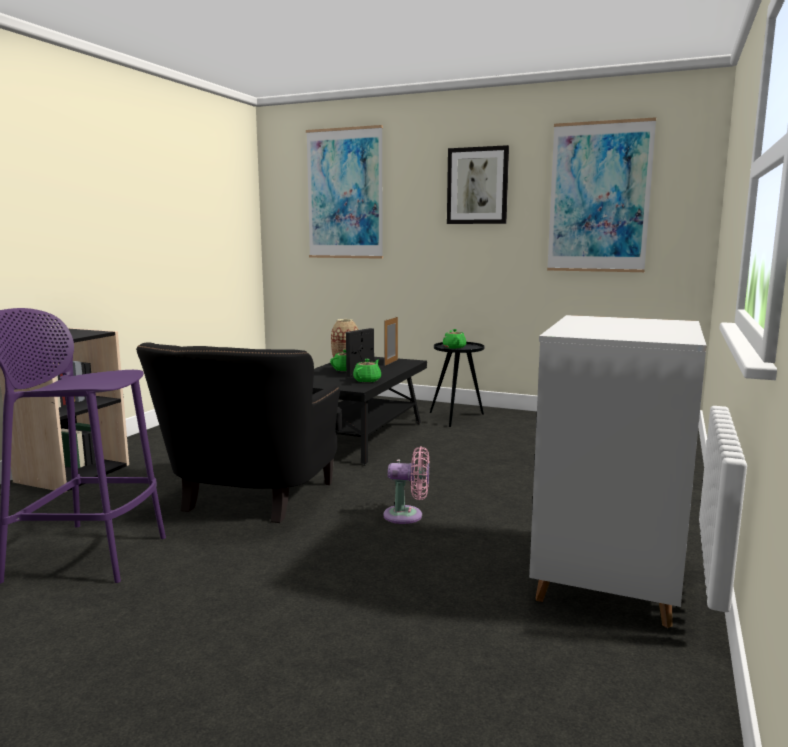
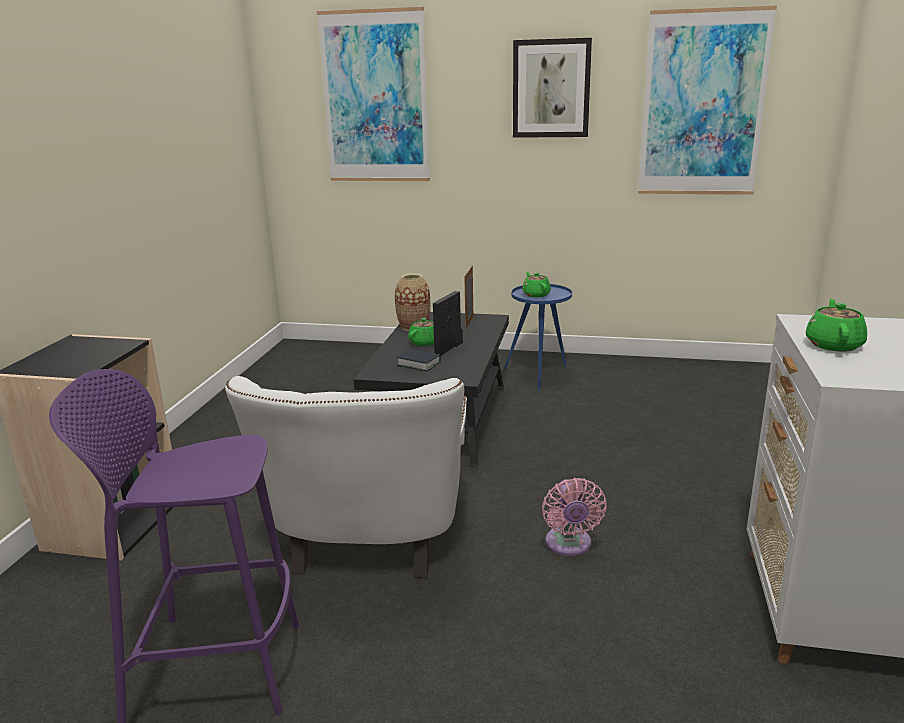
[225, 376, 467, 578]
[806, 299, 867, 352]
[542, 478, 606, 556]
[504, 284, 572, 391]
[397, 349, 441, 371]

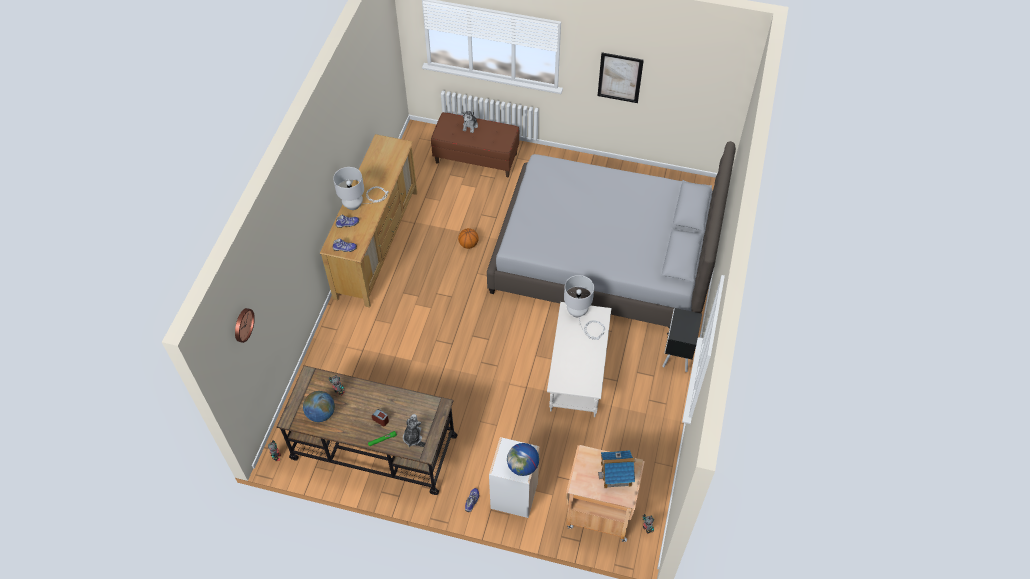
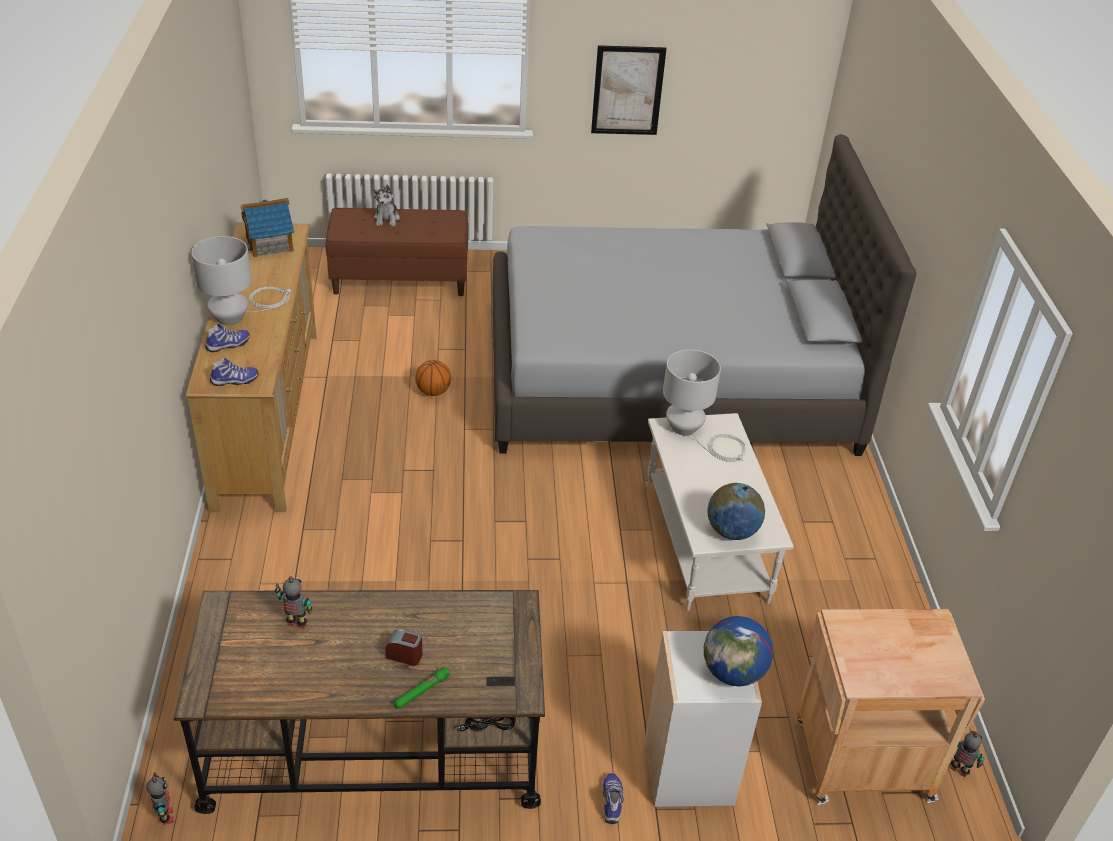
[235, 308, 255, 343] (first image)
[708, 483, 765, 540]
[403, 414, 422, 447] (first image)
[241, 198, 294, 257]
[662, 308, 702, 373] (first image)

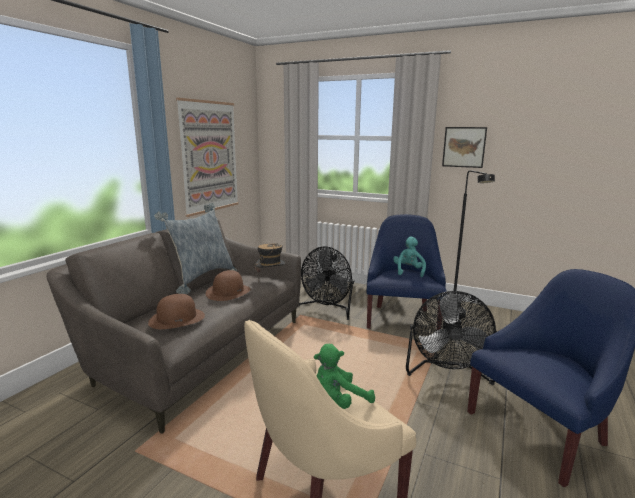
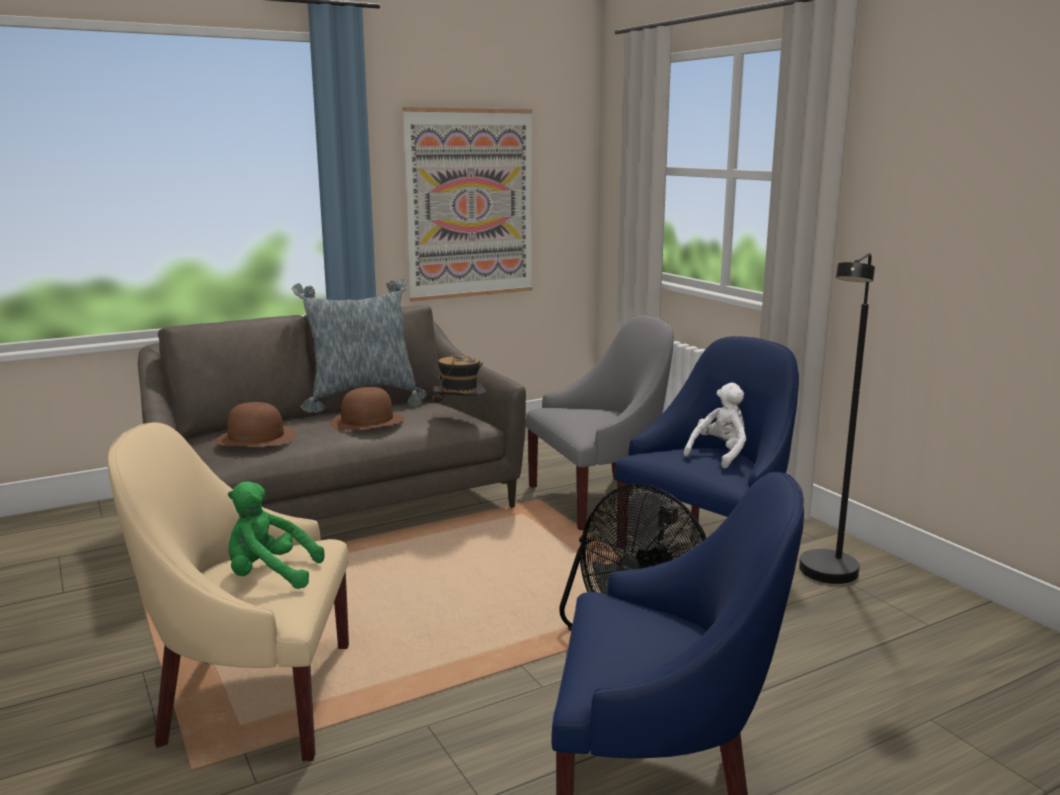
[525, 315, 674, 530]
[684, 383, 746, 469]
[442, 127, 487, 168] (first image)

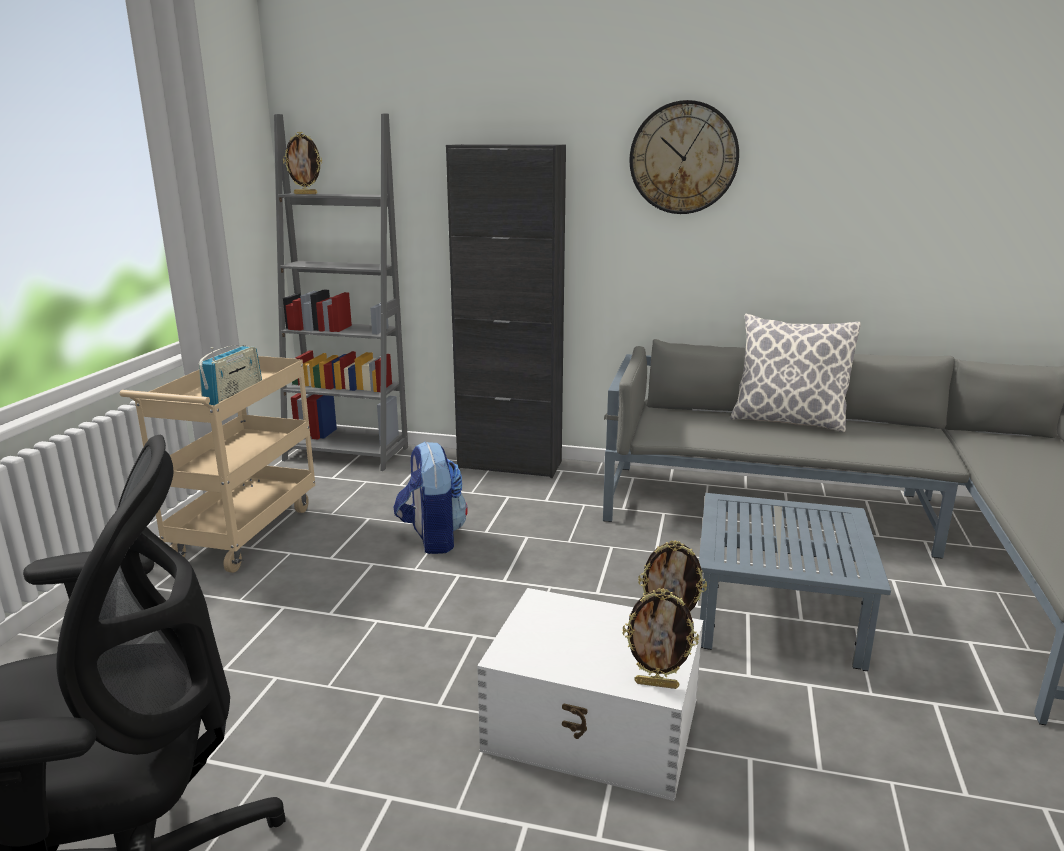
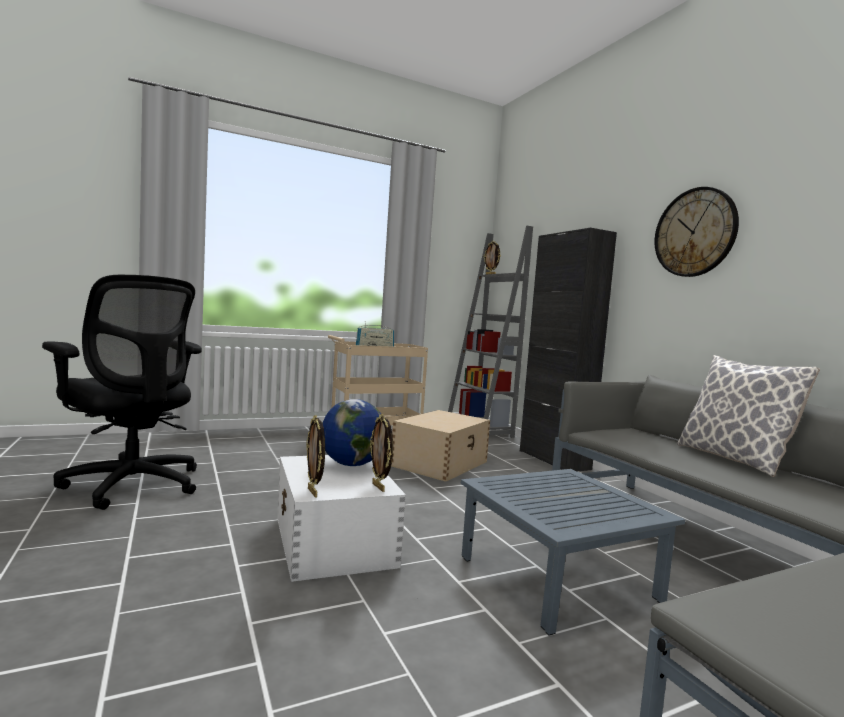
[391, 410, 490, 482]
[322, 399, 381, 466]

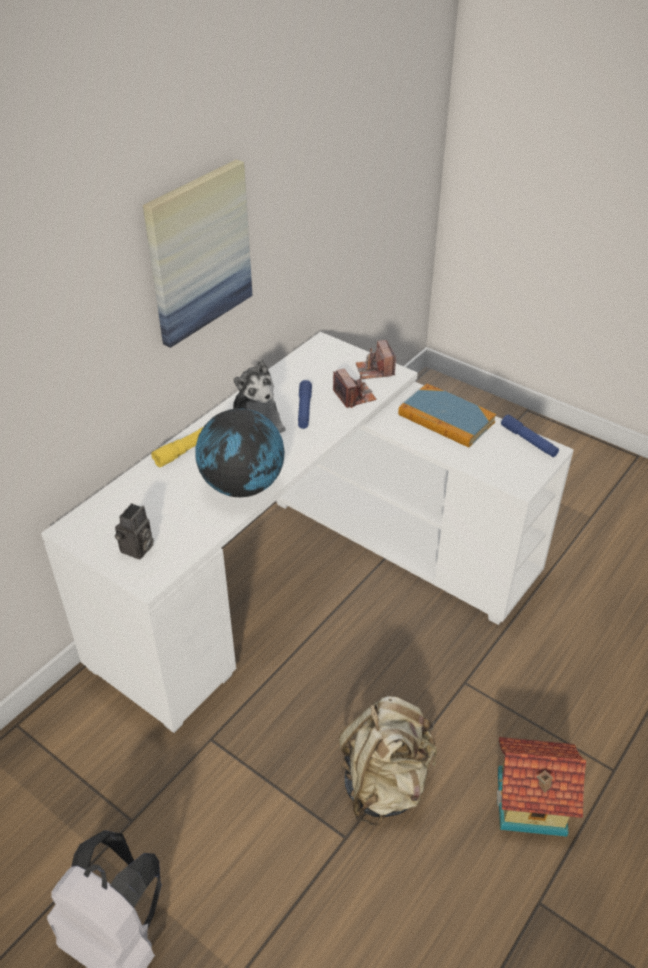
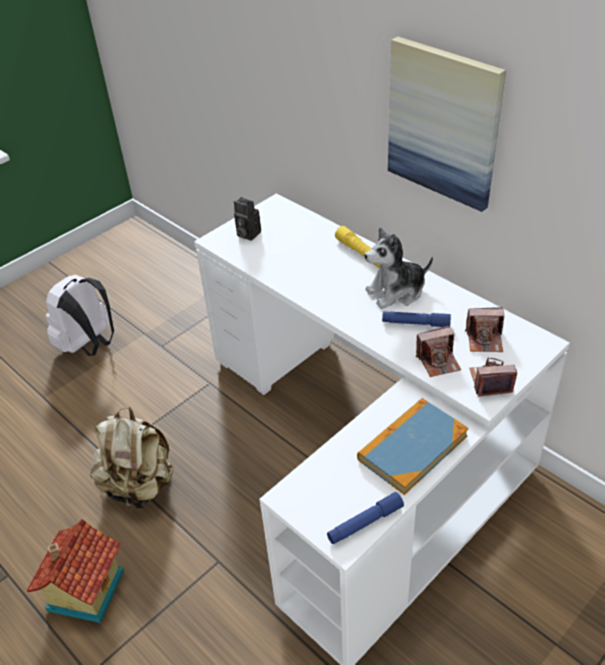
[195, 408, 285, 497] (first image)
[465, 307, 504, 352]

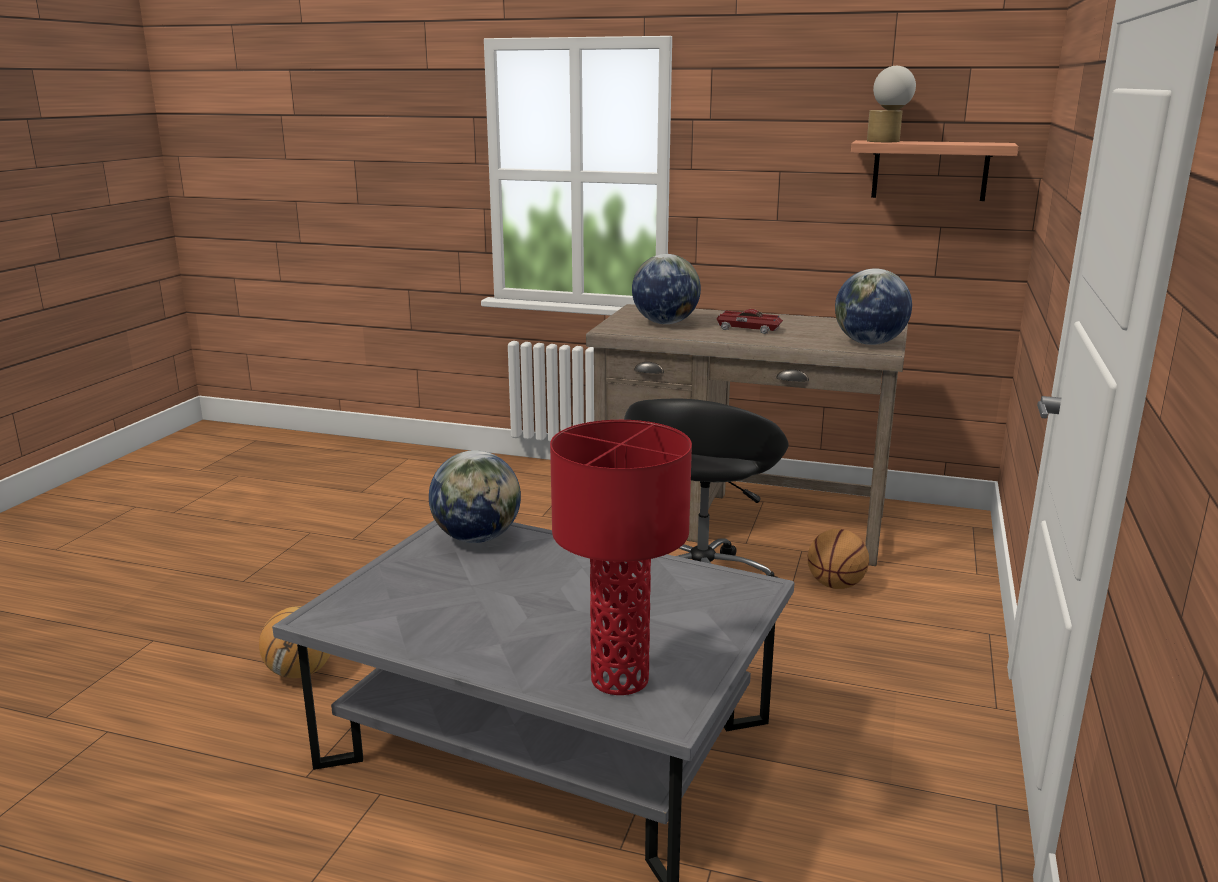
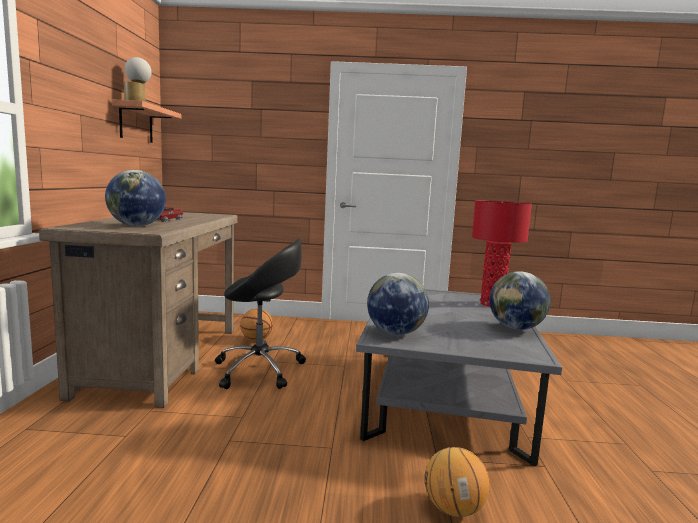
[489, 271, 551, 330]

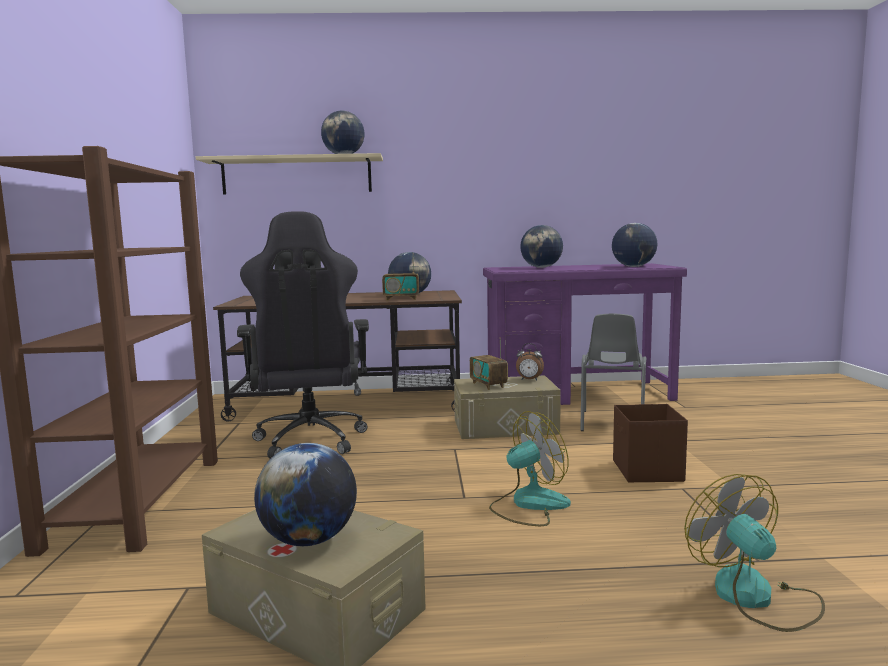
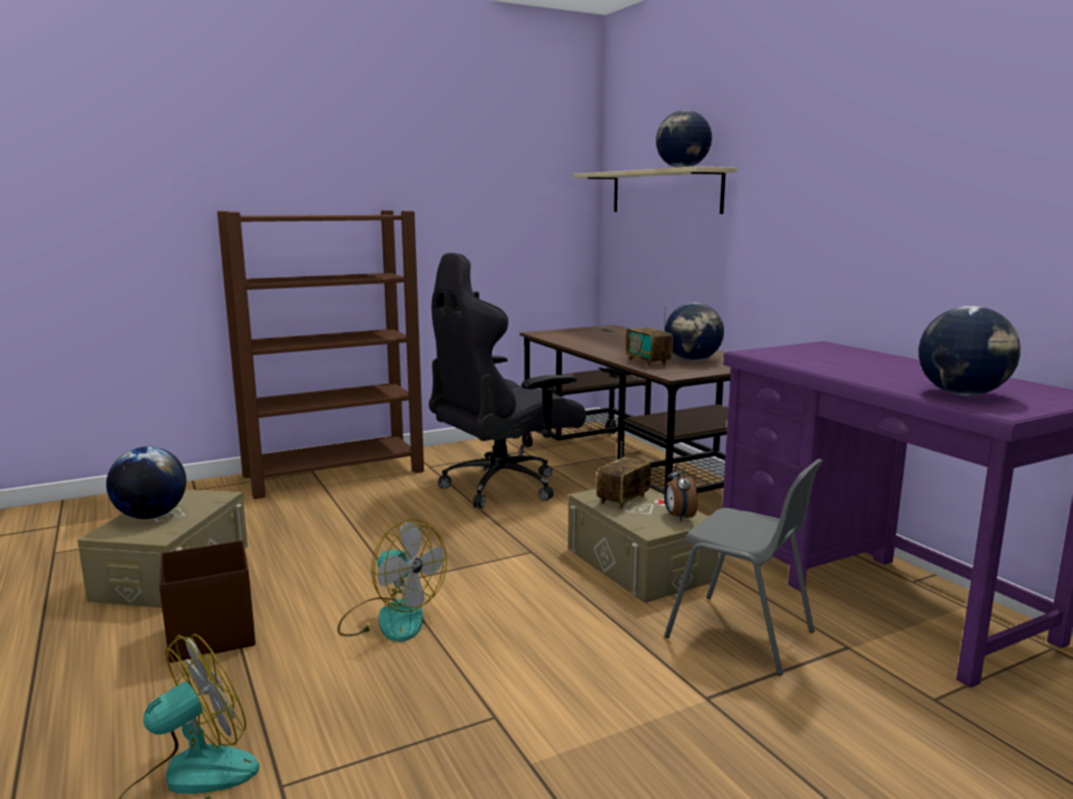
[520, 225, 563, 268] (first image)
[664, 459, 823, 675]
[159, 540, 255, 663]

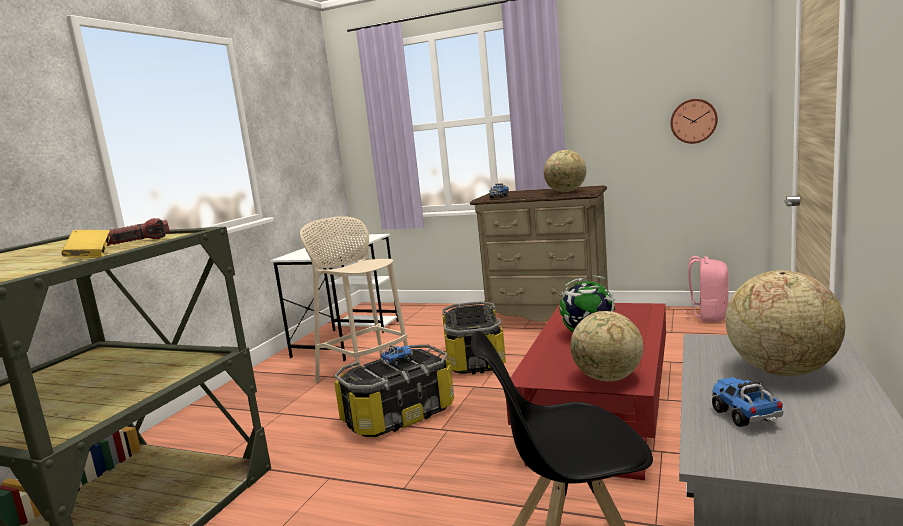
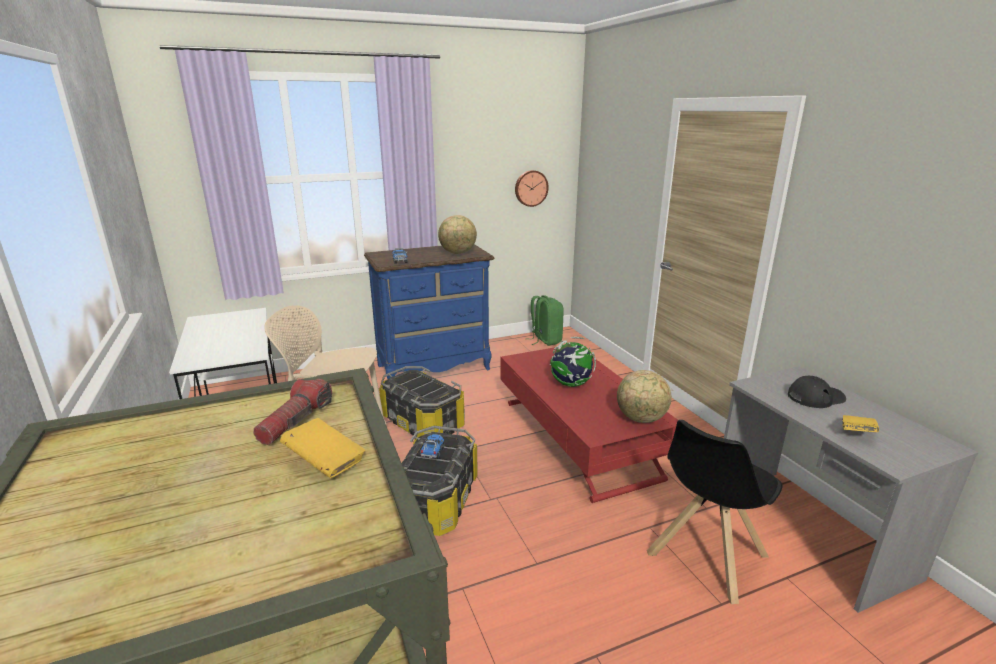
[364, 244, 494, 379]
[531, 295, 564, 346]
[842, 415, 879, 432]
[788, 376, 846, 408]

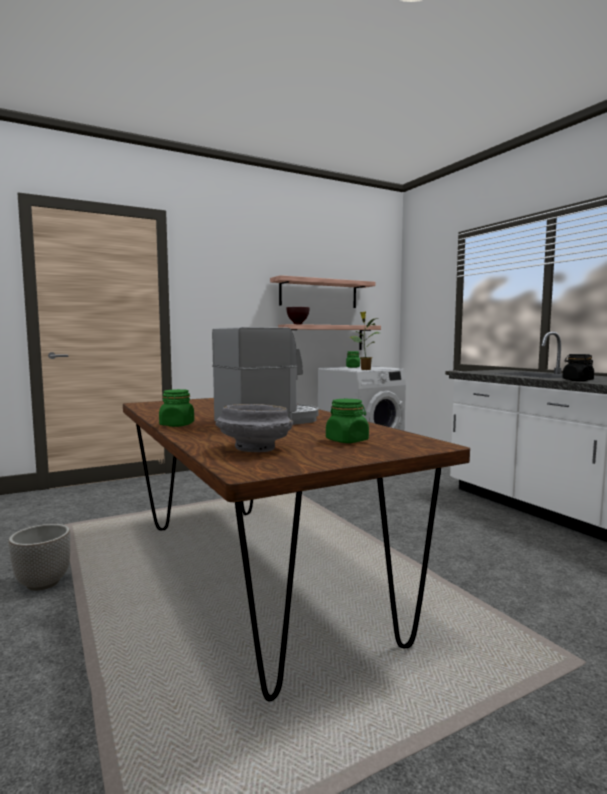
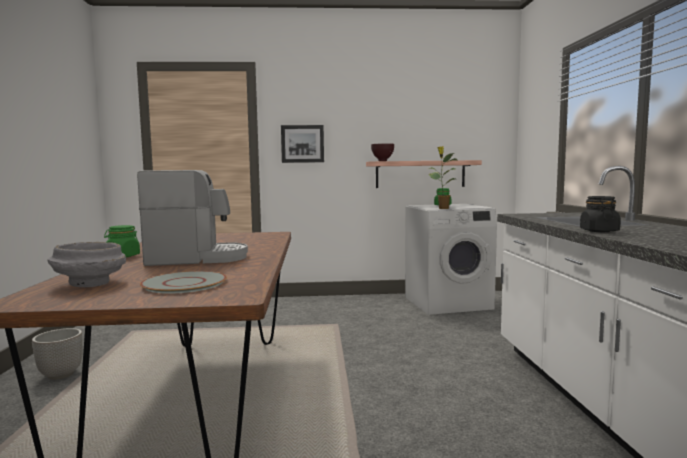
[270, 275, 375, 308] (first image)
[140, 271, 227, 294]
[281, 125, 324, 163]

